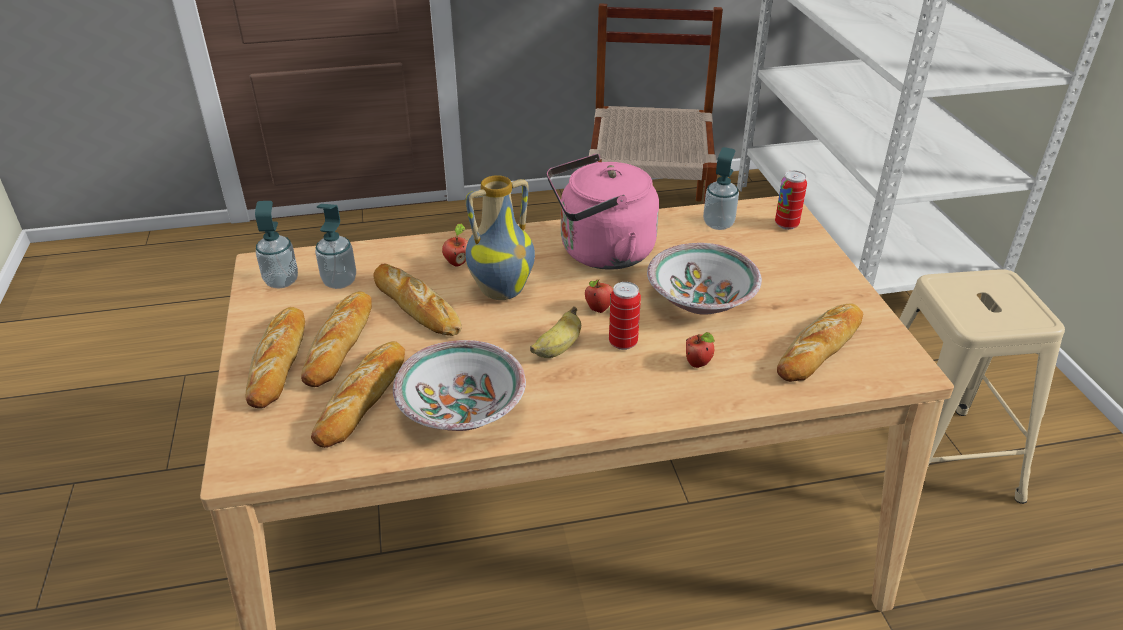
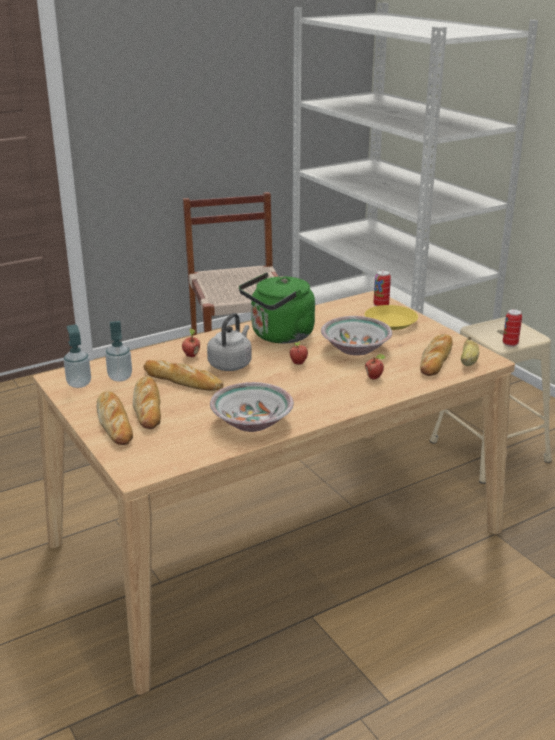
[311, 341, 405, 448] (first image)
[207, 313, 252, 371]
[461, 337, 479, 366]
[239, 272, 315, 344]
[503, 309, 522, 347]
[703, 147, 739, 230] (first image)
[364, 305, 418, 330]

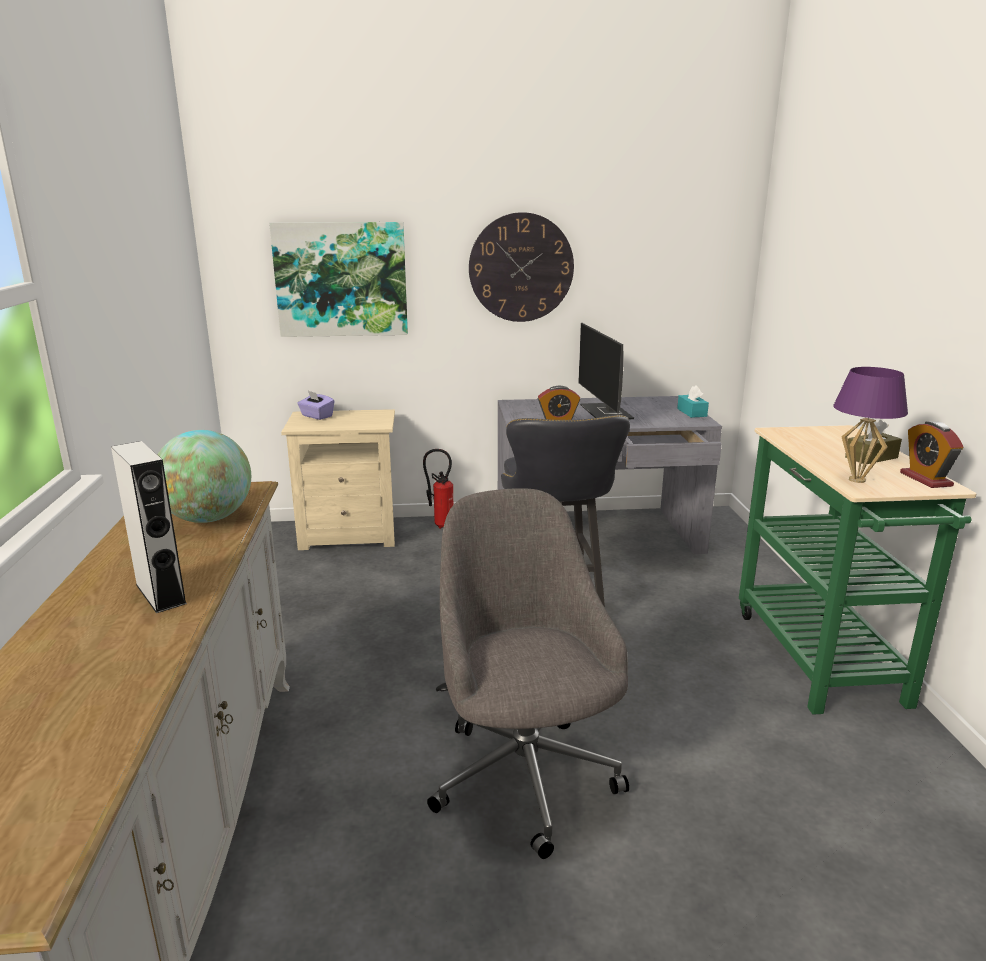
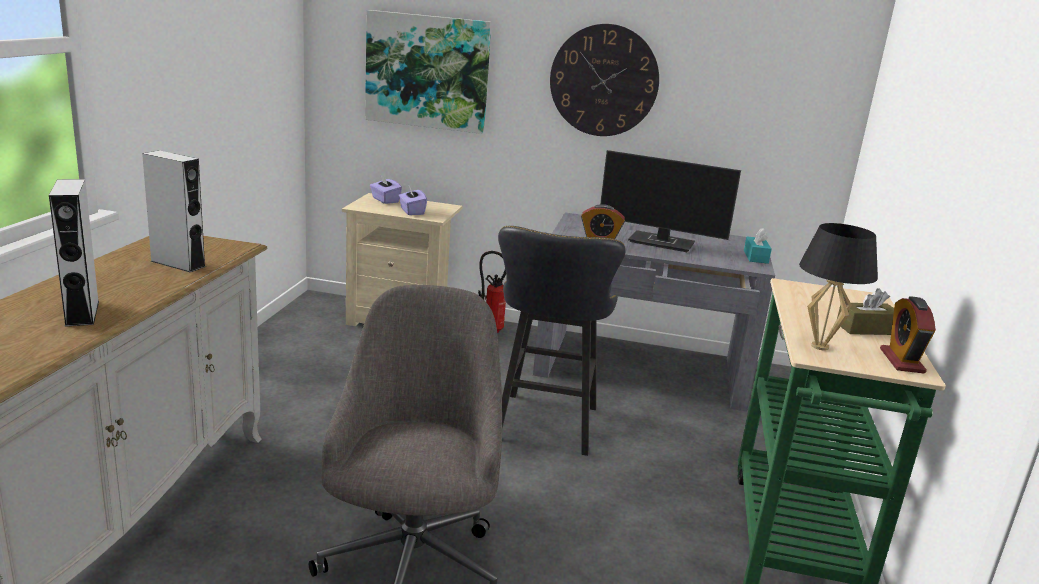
[142, 150, 206, 272]
[600, 150, 741, 252]
[799, 223, 878, 350]
[399, 186, 427, 215]

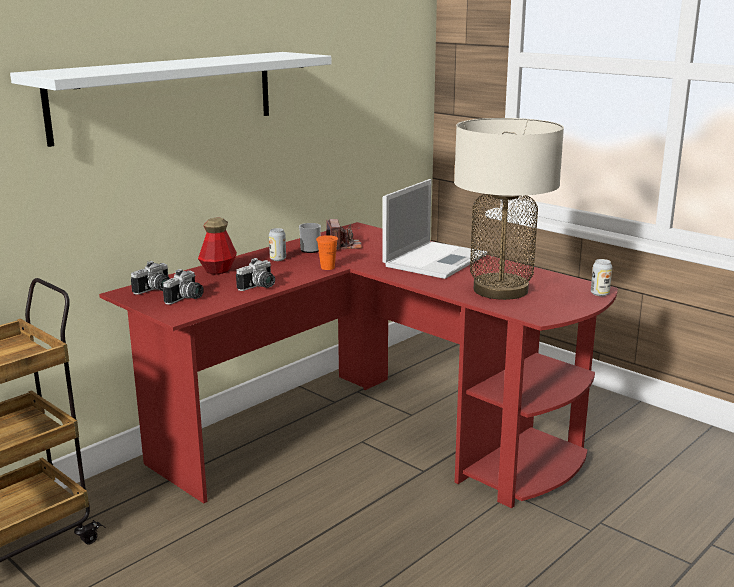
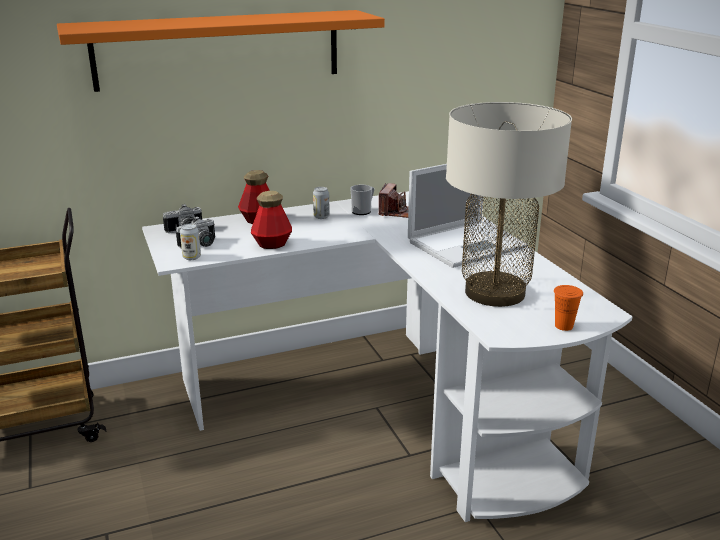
[57, 10, 385, 92]
[142, 191, 633, 522]
[251, 191, 292, 249]
[554, 285, 583, 331]
[180, 224, 201, 260]

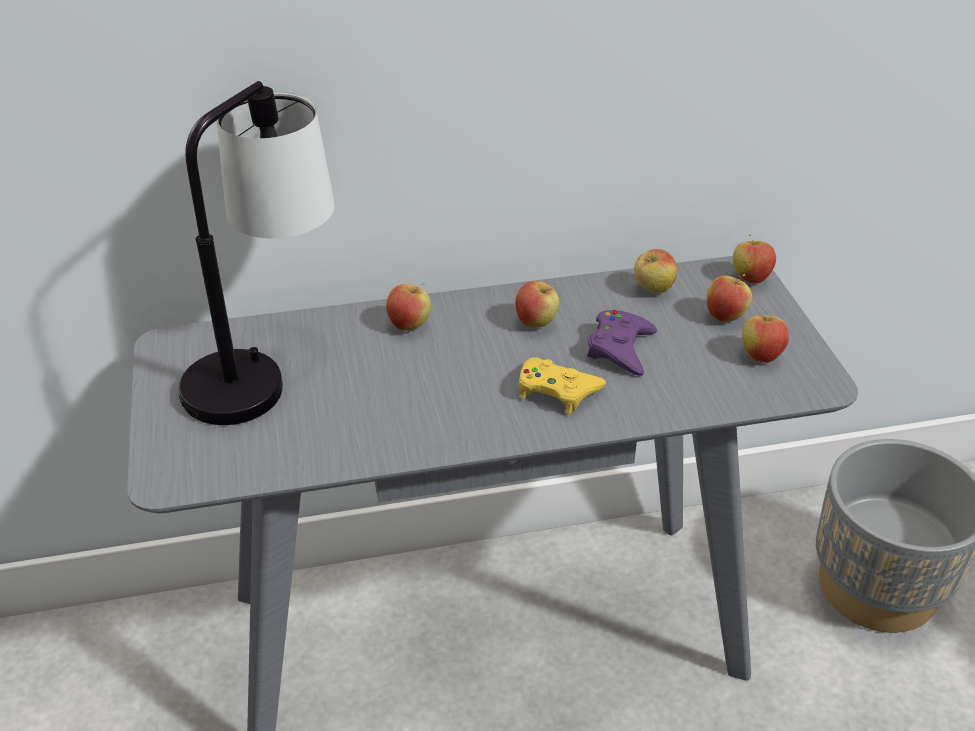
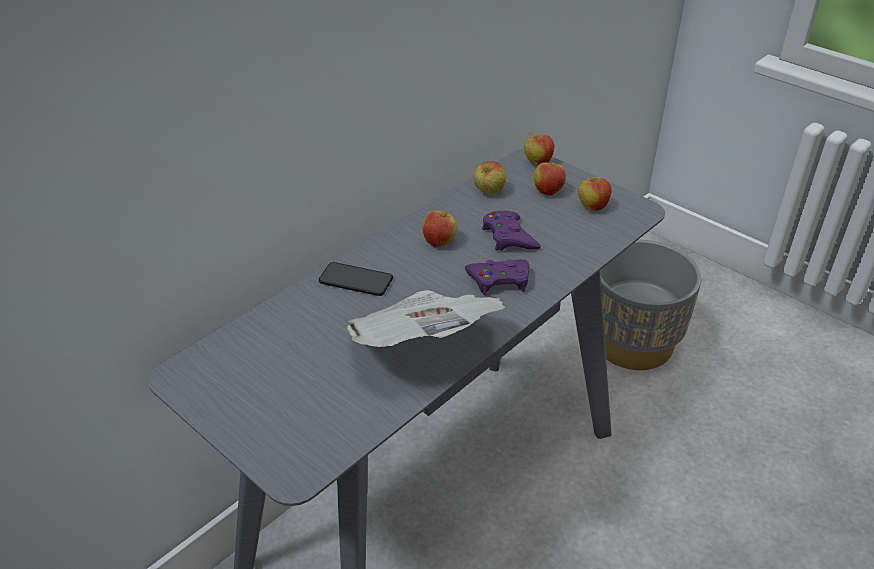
[179, 81, 335, 425] (first image)
[319, 262, 393, 296]
[465, 259, 530, 295]
[347, 290, 505, 347]

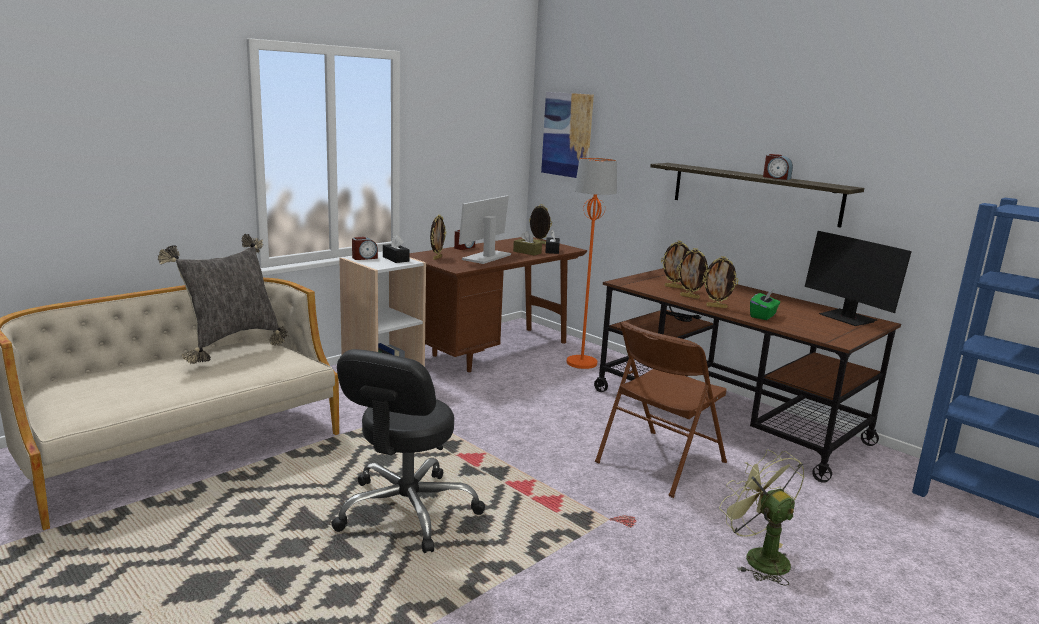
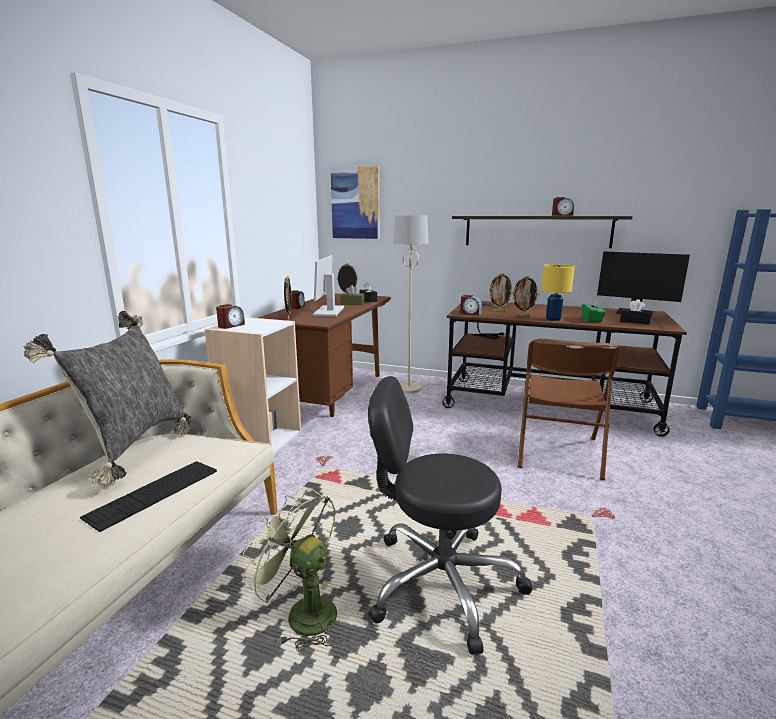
[368, 376, 533, 655]
[620, 299, 651, 324]
[393, 215, 429, 393]
[541, 264, 575, 321]
[242, 488, 337, 652]
[80, 461, 217, 532]
[460, 295, 482, 315]

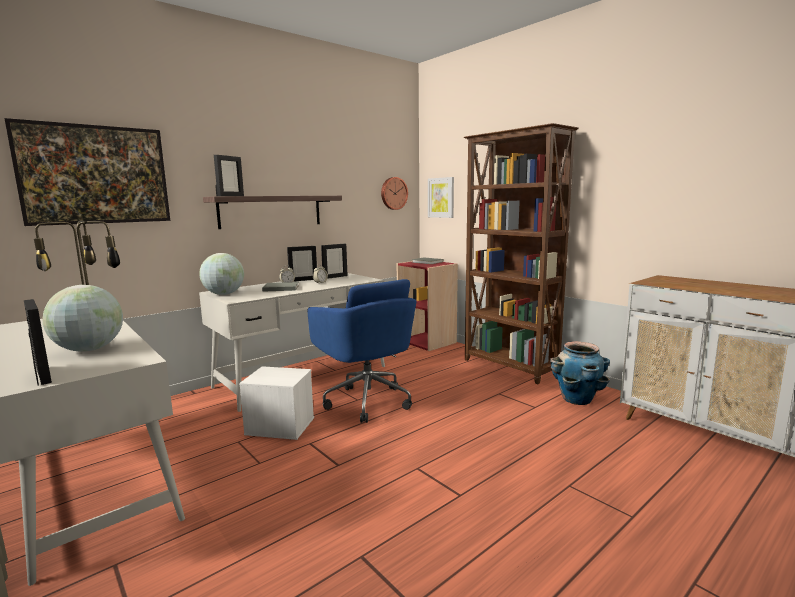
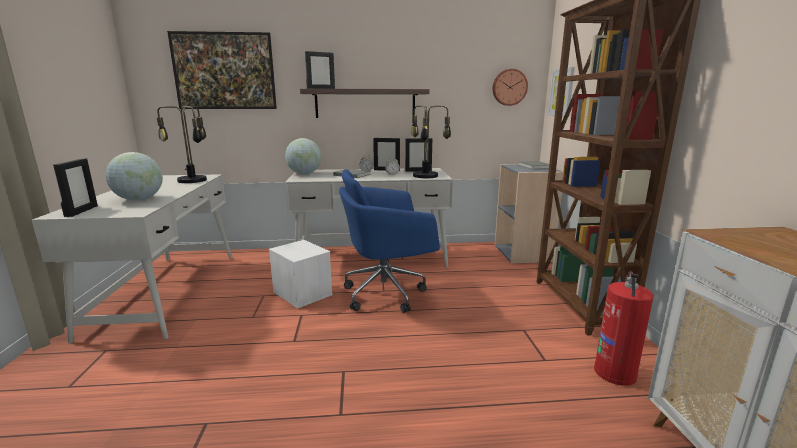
[339, 170, 440, 313]
[495, 164, 563, 263]
[594, 271, 654, 386]
[411, 106, 451, 178]

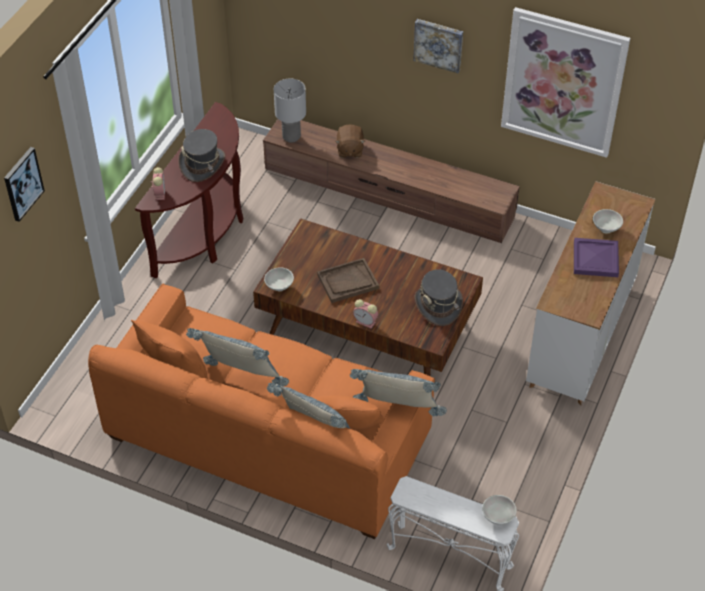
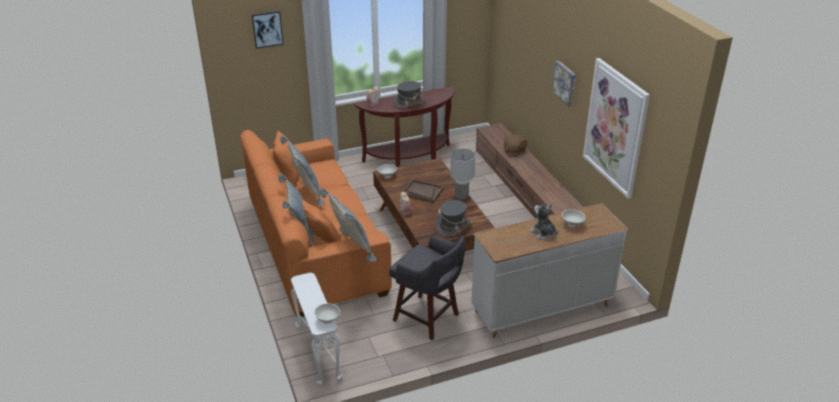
[450, 148, 475, 200]
[530, 203, 558, 240]
[389, 236, 466, 341]

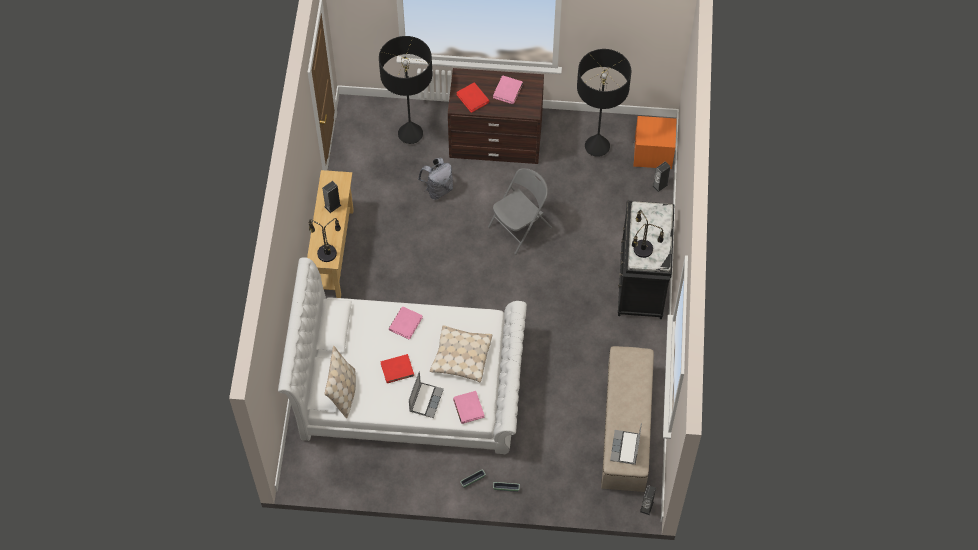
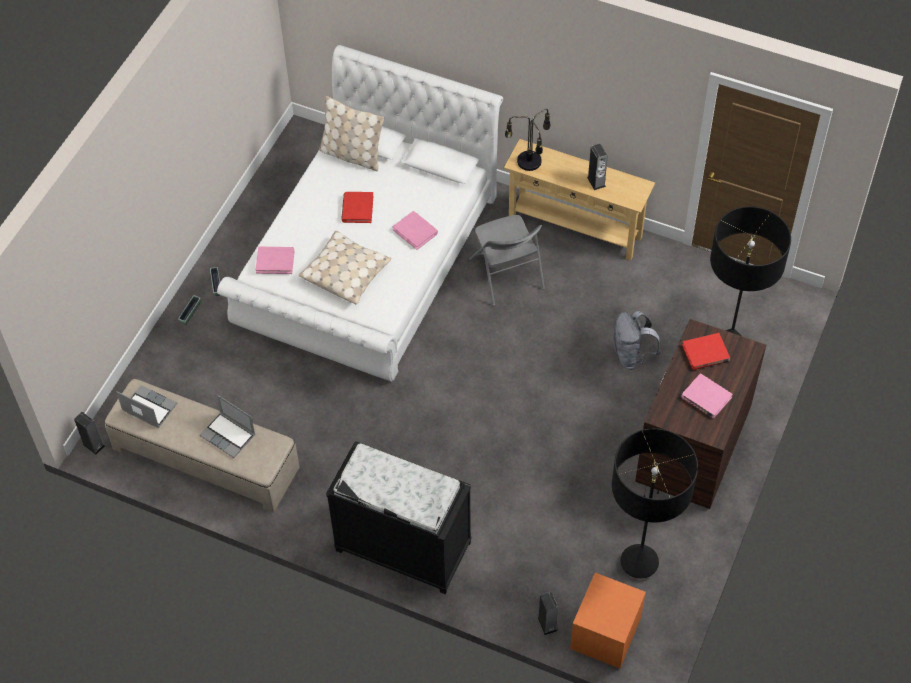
[200, 395, 256, 458]
[469, 215, 545, 306]
[632, 210, 664, 258] (first image)

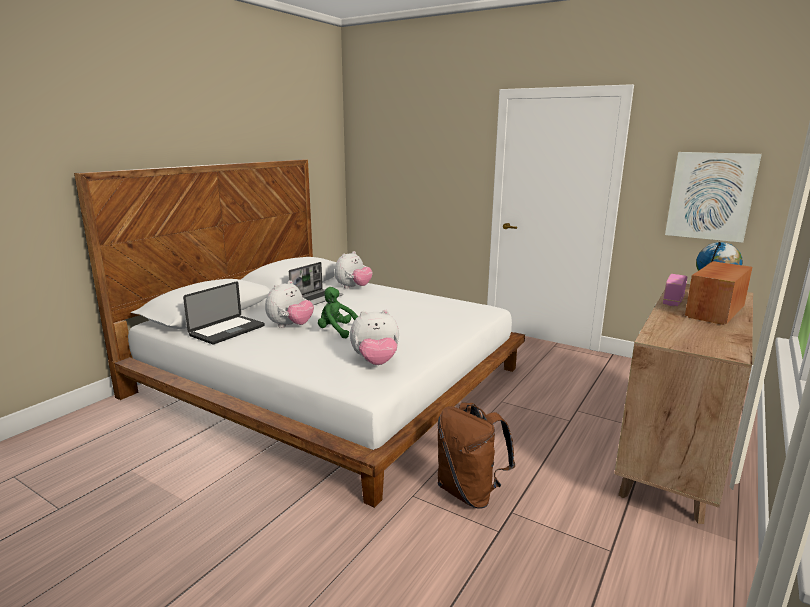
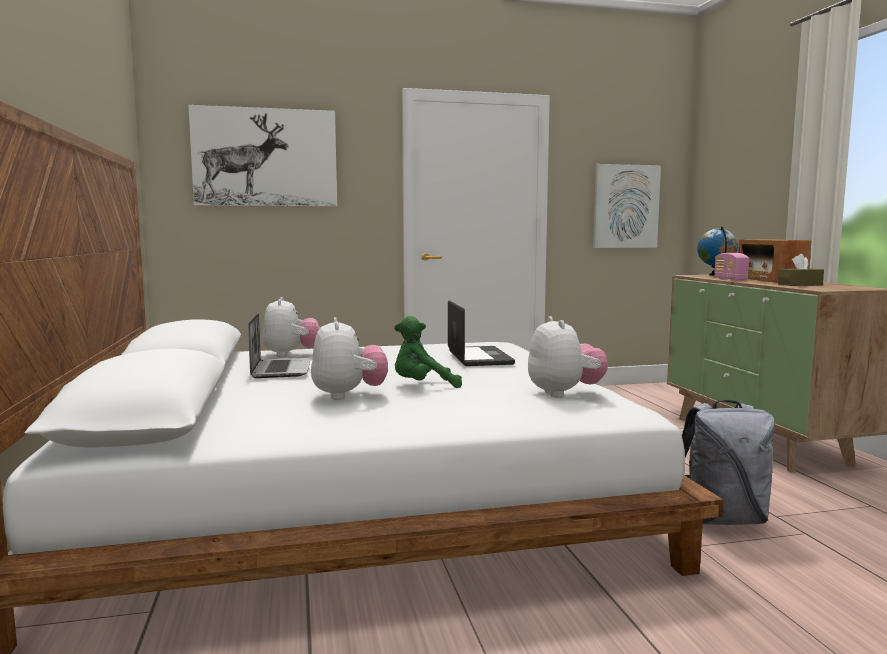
[448, 300, 515, 366]
[528, 316, 608, 398]
[682, 400, 775, 525]
[188, 105, 337, 207]
[778, 254, 824, 286]

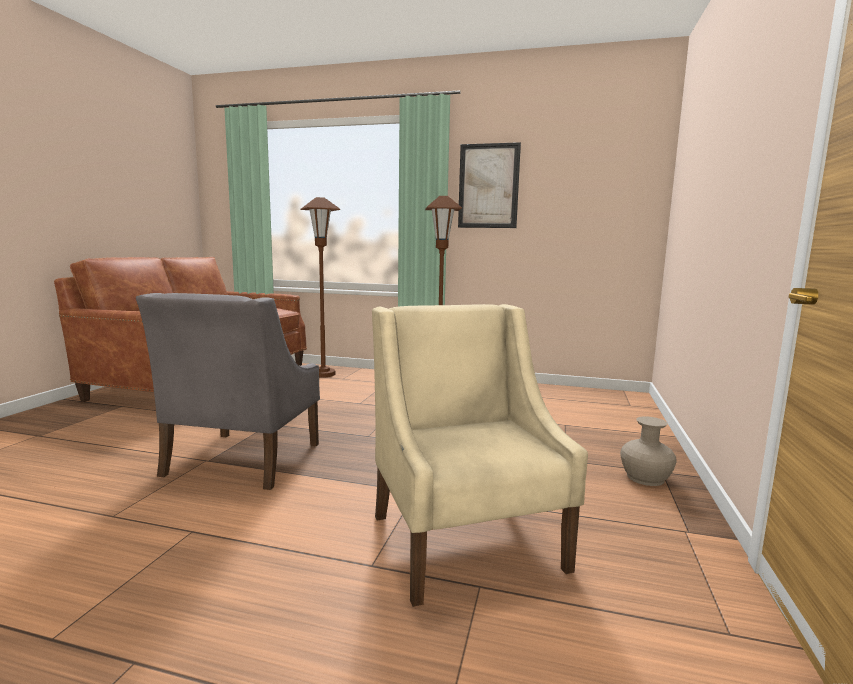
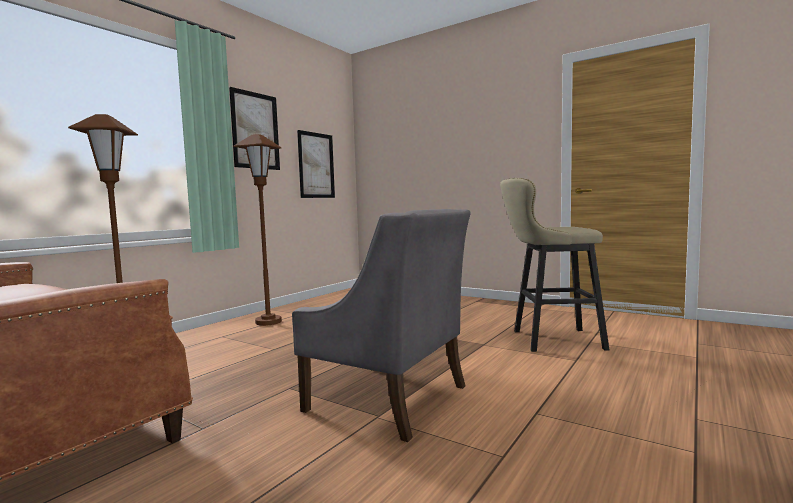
[500, 178, 609, 352]
[620, 417, 676, 486] (first image)
[297, 130, 335, 198]

